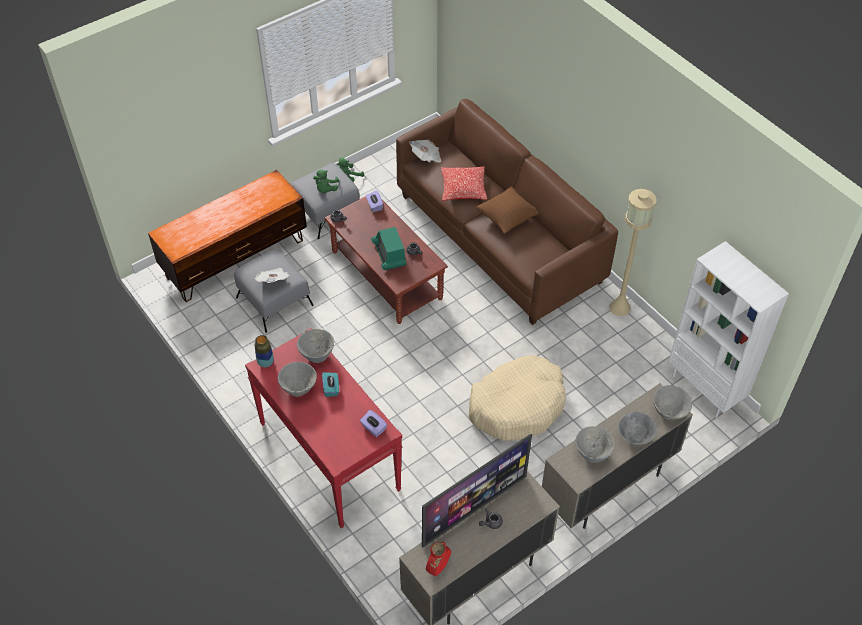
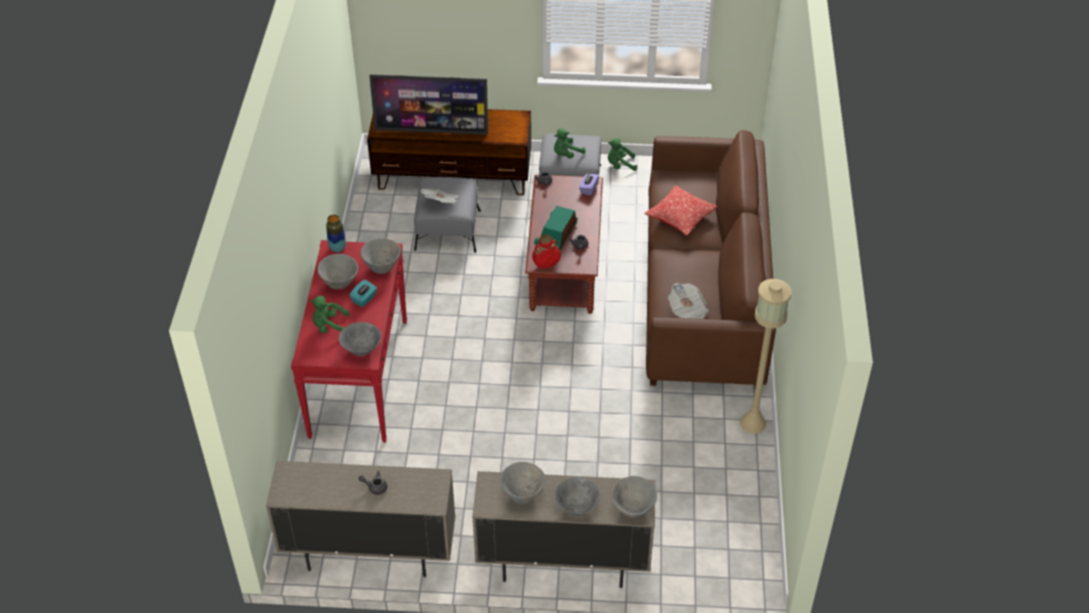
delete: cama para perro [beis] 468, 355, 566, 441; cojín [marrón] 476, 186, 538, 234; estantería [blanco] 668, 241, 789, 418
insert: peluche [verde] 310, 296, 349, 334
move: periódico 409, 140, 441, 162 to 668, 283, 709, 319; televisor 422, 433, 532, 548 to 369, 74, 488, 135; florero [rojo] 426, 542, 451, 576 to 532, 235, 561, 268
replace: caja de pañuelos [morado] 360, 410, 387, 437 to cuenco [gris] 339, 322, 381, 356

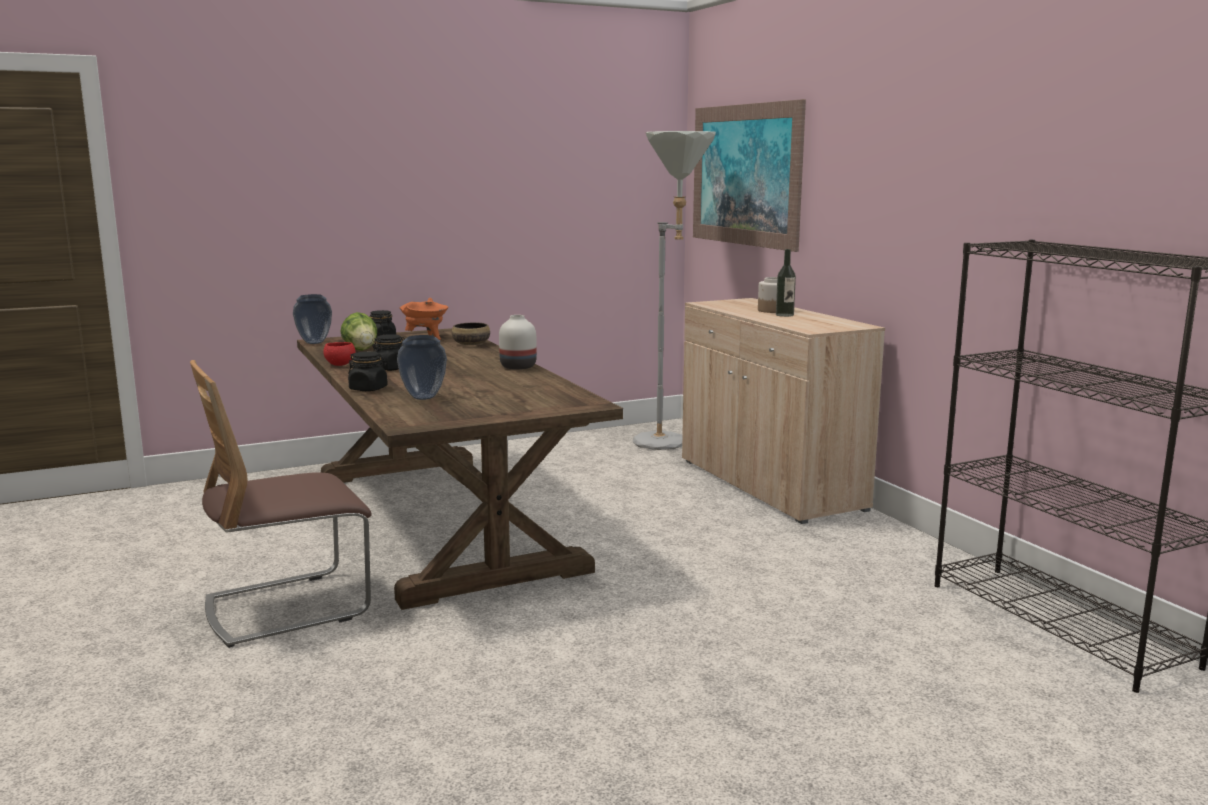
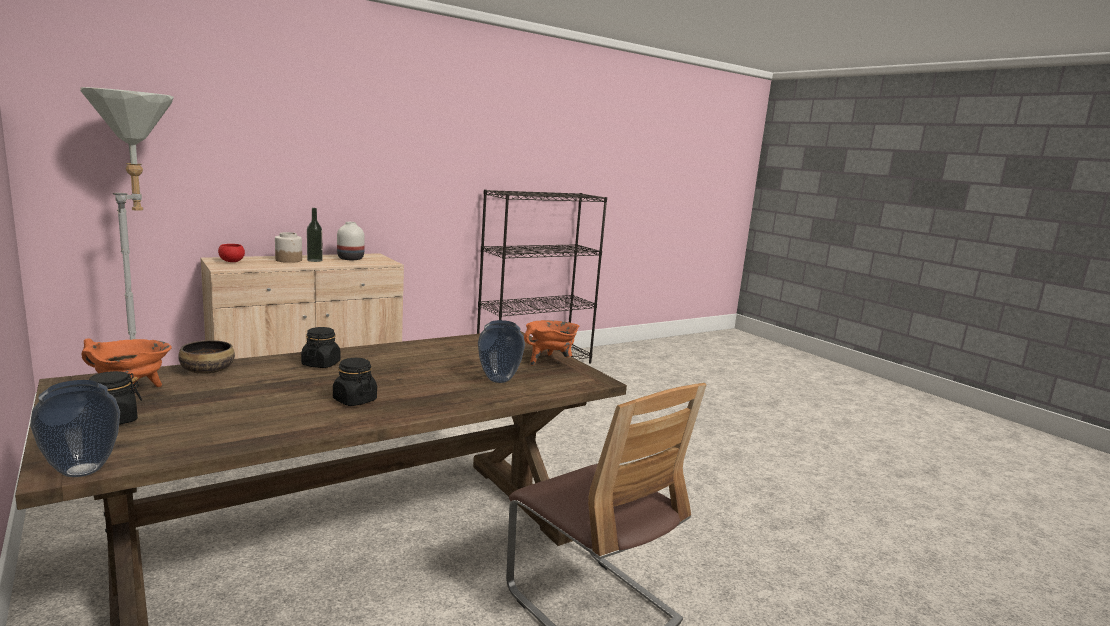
delete: lechuga 340, 312, 377, 351; cuadro 693, 99, 806, 252
insert: olla [naranja] 524, 320, 579, 366
move: cuenco [rojo] 323, 342, 355, 366 to 218, 244, 245, 262; tarro [negro] 348, 351, 387, 391 to 301, 327, 341, 368; florero [blanco] 499, 315, 537, 370 to 337, 222, 365, 260

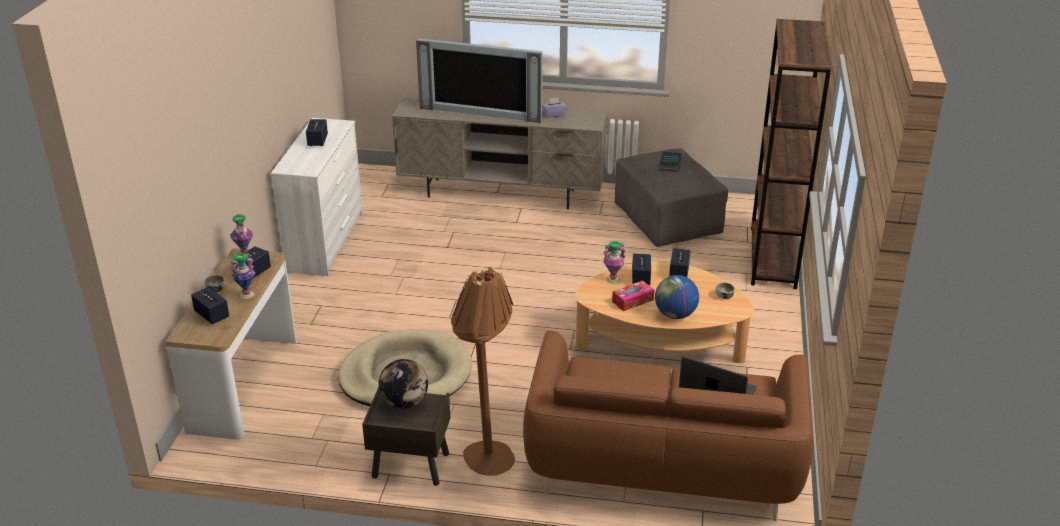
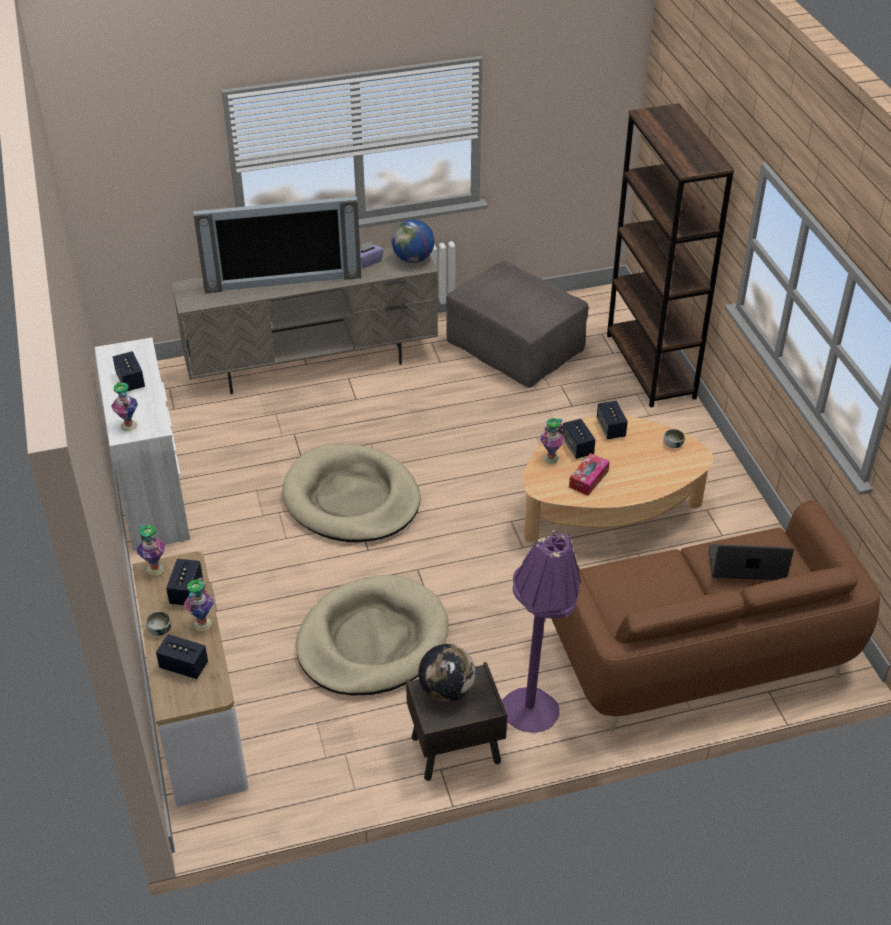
delete: libro 659, 152, 682, 172
insert: florero 111, 381, 138, 431; cama para perro [beis] 282, 444, 421, 542
move: globo terráqueo 655, 275, 699, 319 to 392, 219, 435, 263
recolor: lámpara de pie [marrón] 451, 266, 515, 476 to lámpara de pie [morado] 502, 530, 581, 733

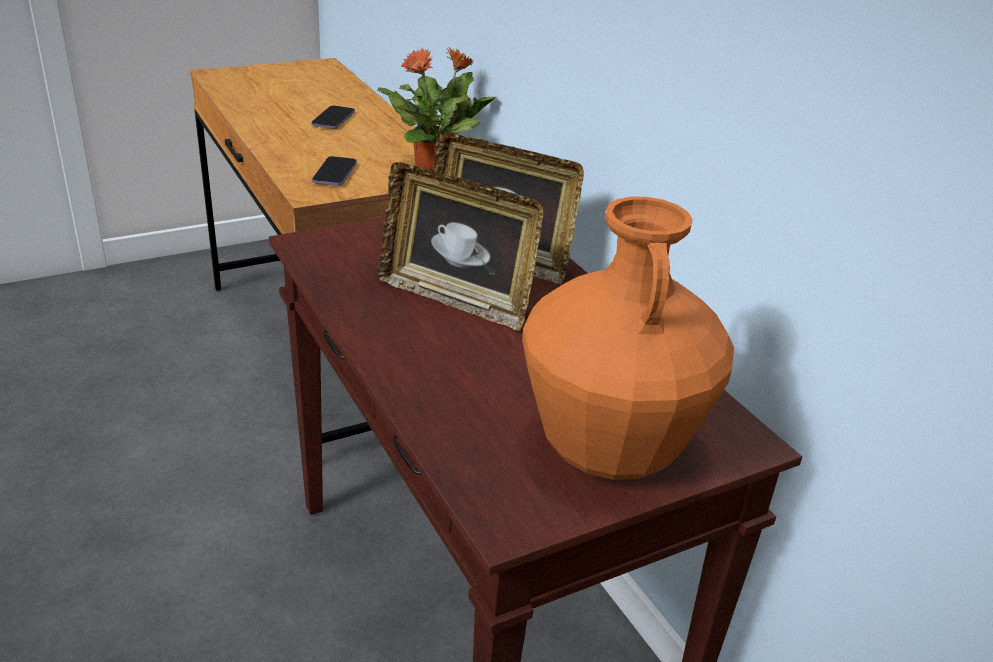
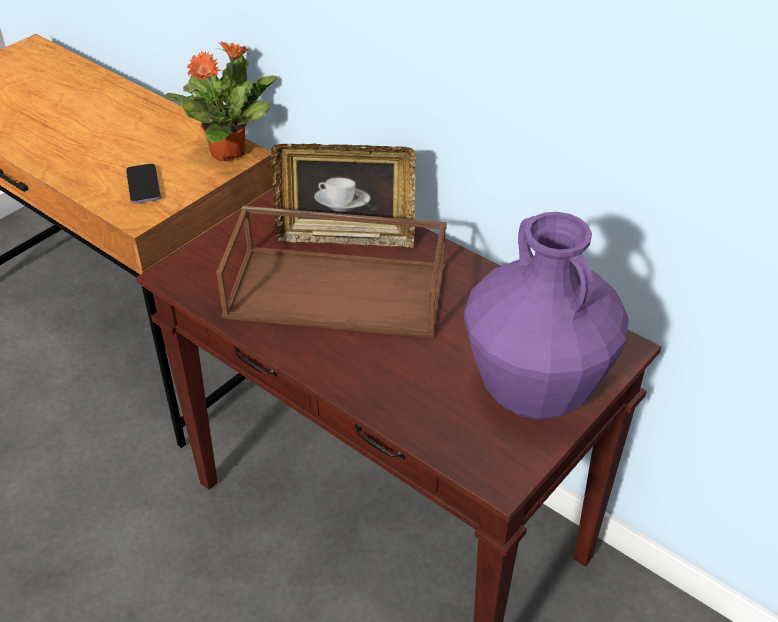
delete: móvil 311, 106, 355, 129
replace: portarretratos 378, 162, 543, 331 to bandeja [marrón] 216, 206, 447, 338
recolor: florero [naranja] 522, 197, 734, 480 to florero [morado] 464, 212, 629, 420

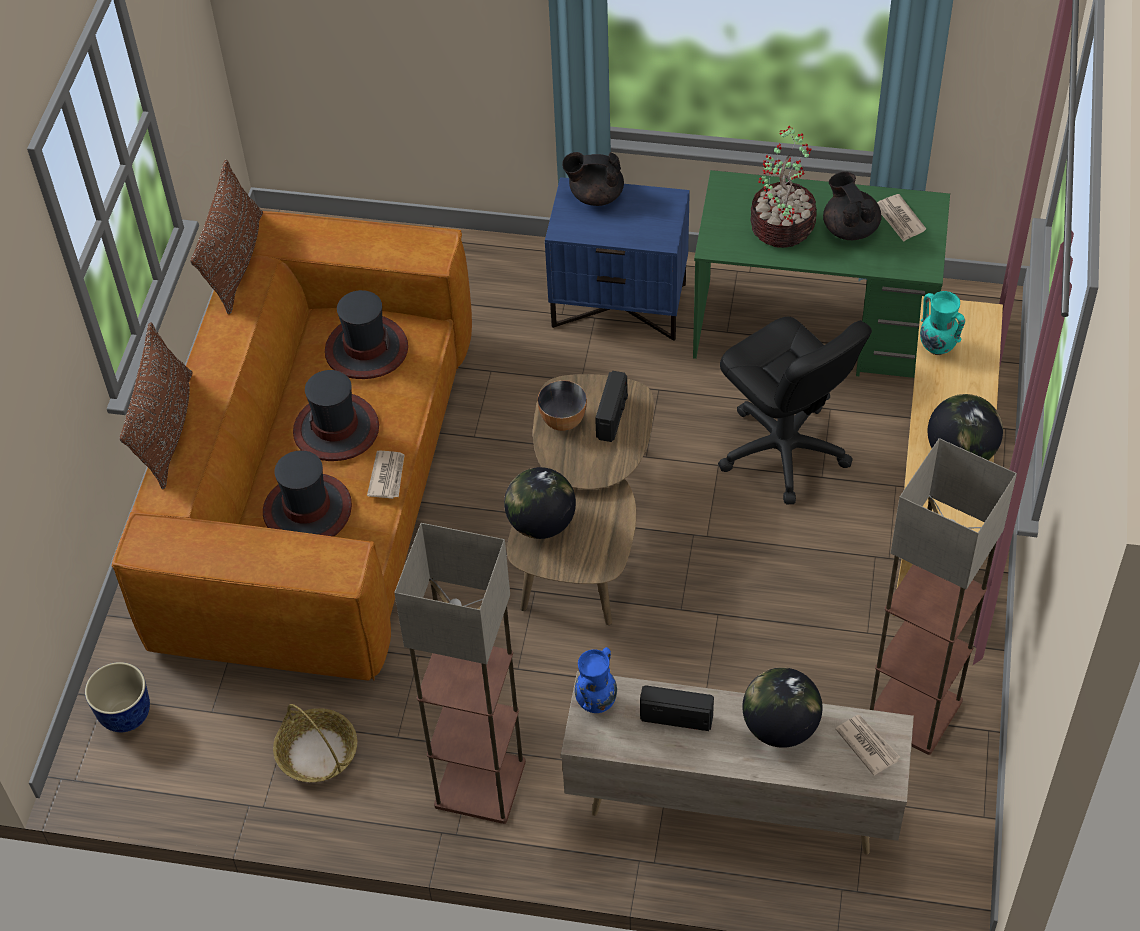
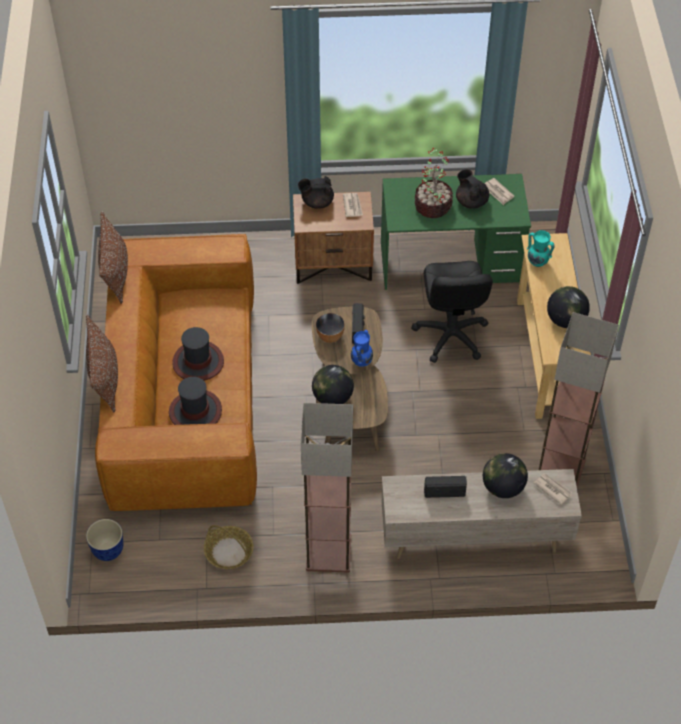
delete: sombrero 325, 290, 408, 379
move: periódico 367, 451, 405, 499 to 343, 193, 363, 217; florero [azul] 575, 647, 617, 713 to 351, 330, 373, 367
recolor: mesita de noche [azul] 545, 177, 690, 341 to mesita de noche [marrón] 293, 192, 374, 284
rotate: silla de oficina [negro] 718, 317, 872, 505 = 411, 261, 493, 363 45 degrees clockwise

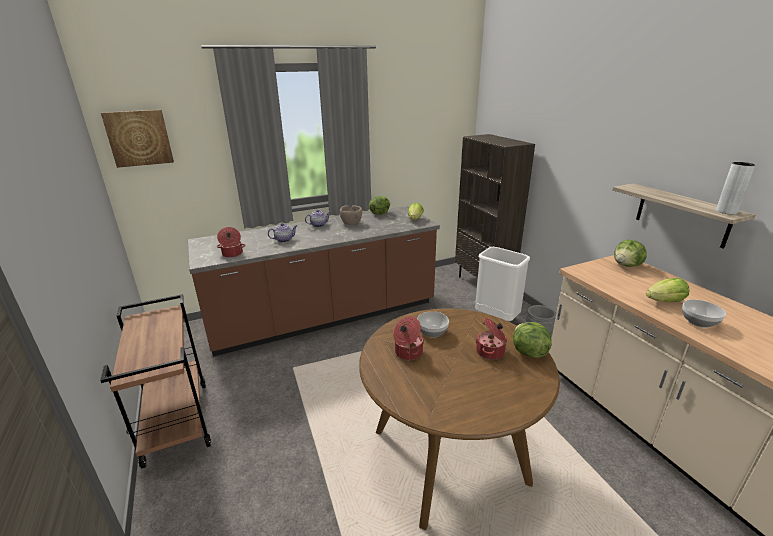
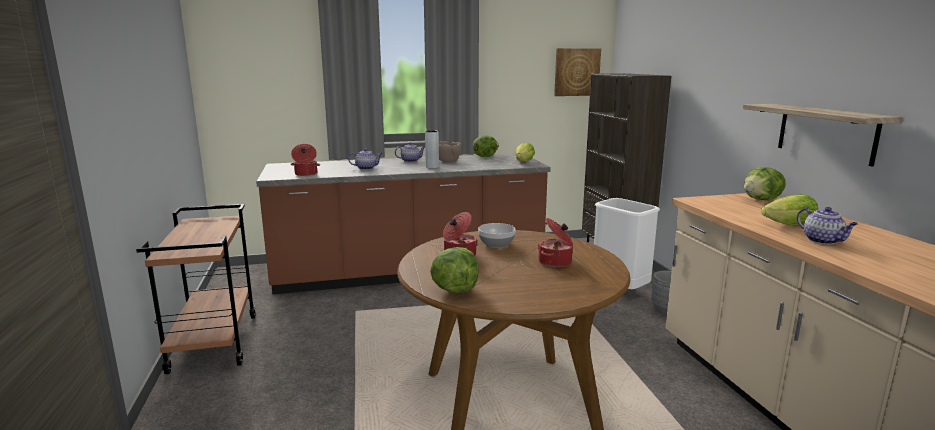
move: cuadro 101, 110, 174, 168 to 554, 48, 601, 96; lechuga 513, 322, 552, 358 to 430, 247, 479, 293; florero [gris] 716, 162, 755, 215 to 425, 130, 439, 169
replace: cuenco 682, 299, 726, 328 to tetera 797, 207, 858, 244

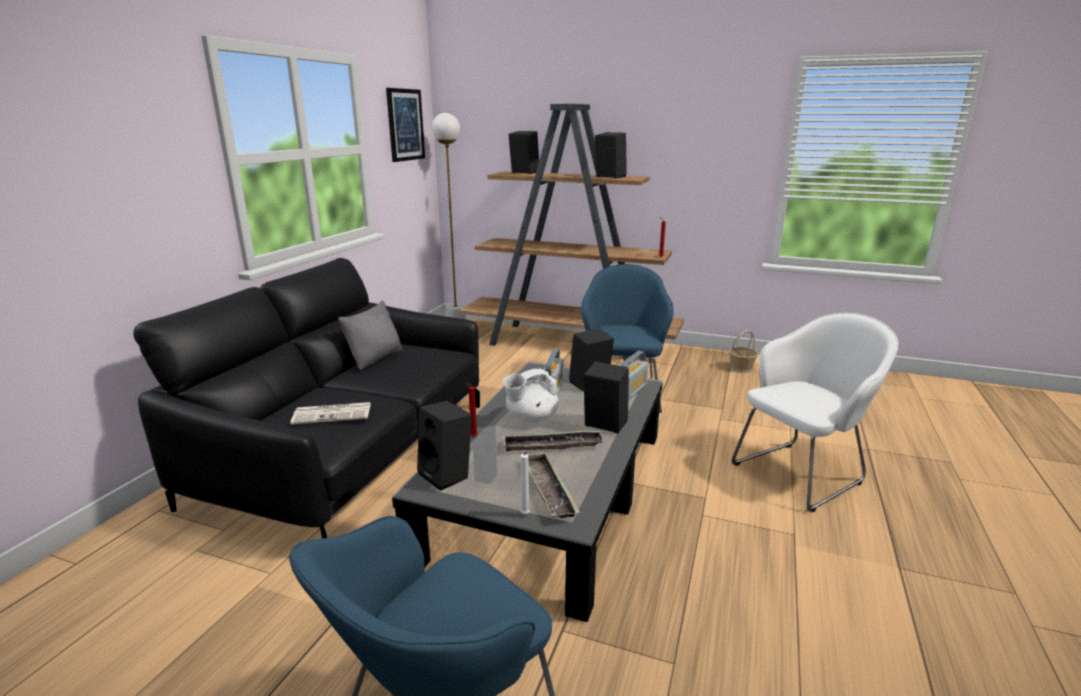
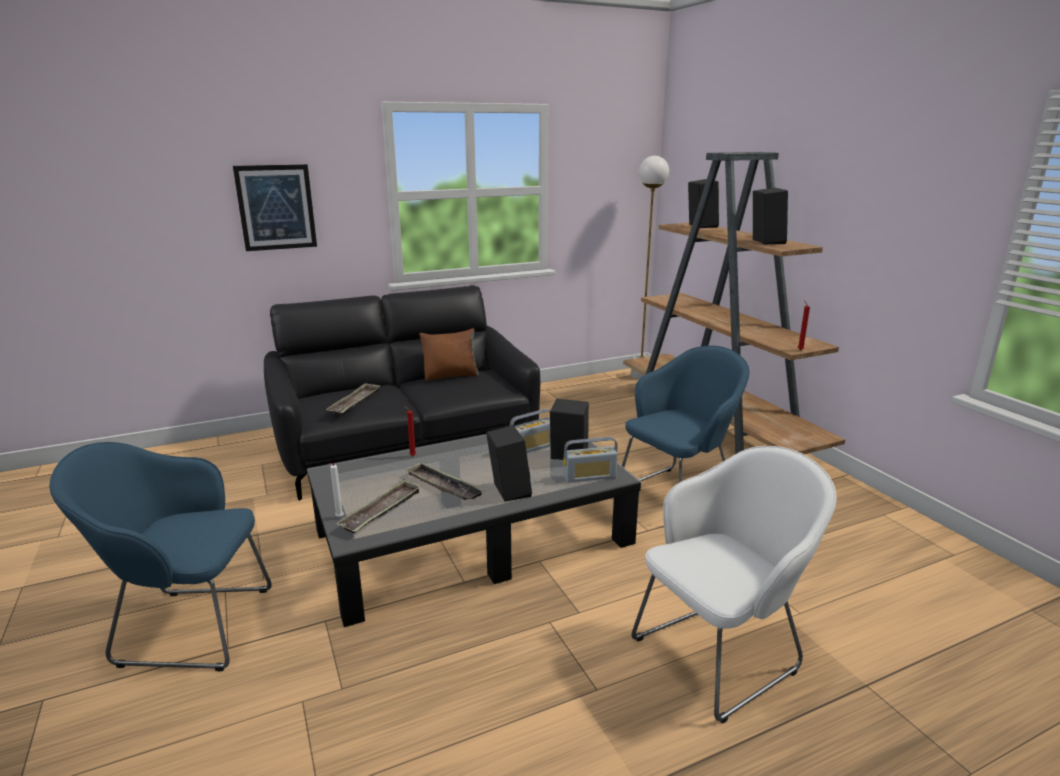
delete: altavoz [negro] 417, 401, 472, 491; tetera [blanco] 503, 368, 559, 422; cesta 729, 330, 758, 373
move: cuadro 386, 88, 425, 162 to 233, 164, 317, 251
replace: periódico 290, 402, 371, 425 to bandeja 326, 383, 381, 415
recolor: cojín [gris] 338, 301, 403, 370 to cojín [marrón] 419, 328, 479, 381
rotate: sillón [blanco] 732, 313, 898, 512 = 631, 446, 837, 723 45 degrees counterclockwise

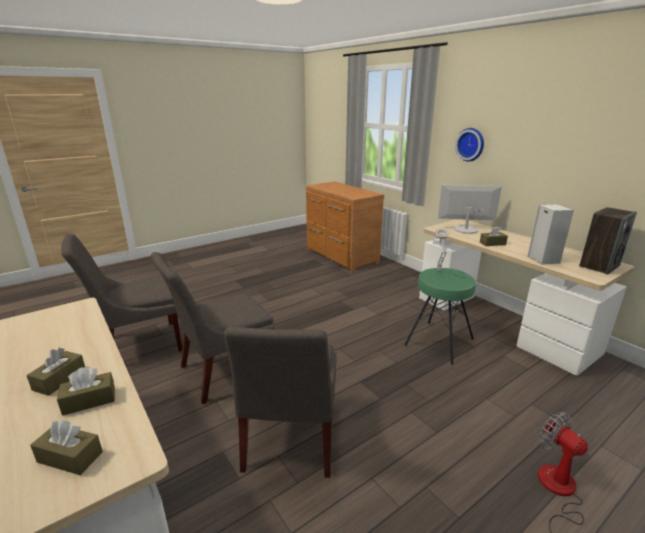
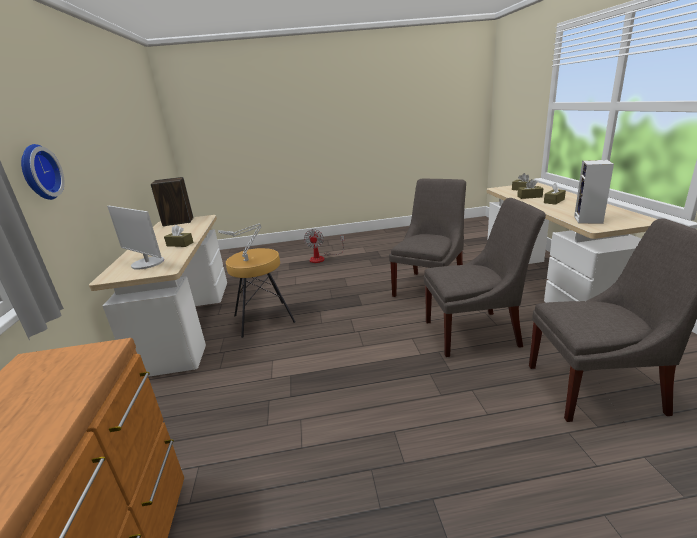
move: altavoz 528, 204, 574, 265 to 574, 160, 614, 224
recolor: taburete [verde] 404, 268, 476, 365 to taburete [marrón] 226, 248, 295, 338

